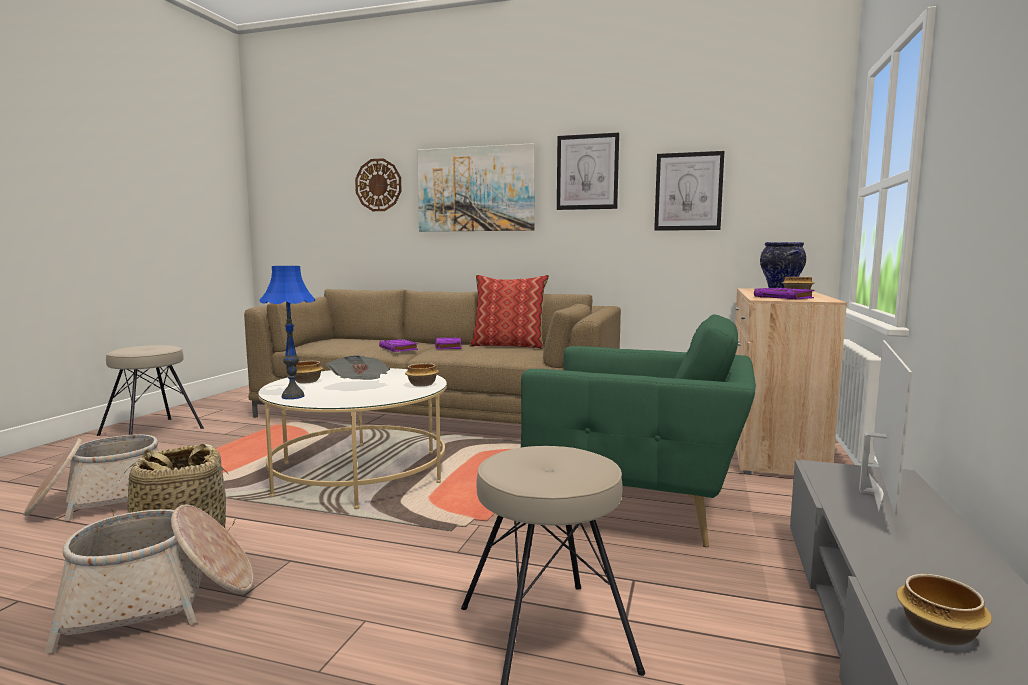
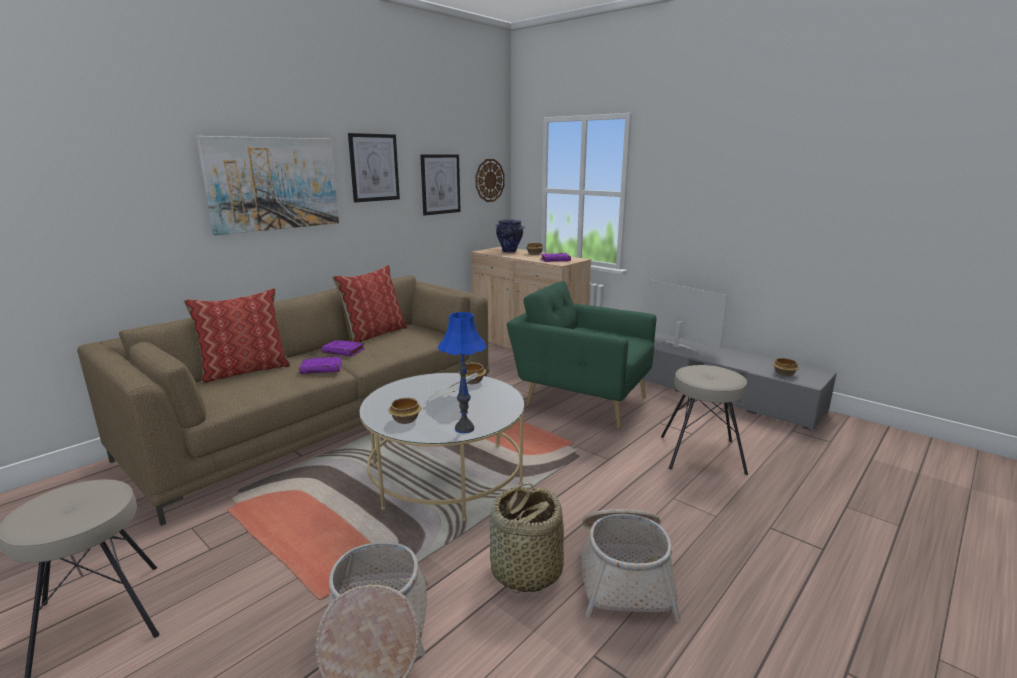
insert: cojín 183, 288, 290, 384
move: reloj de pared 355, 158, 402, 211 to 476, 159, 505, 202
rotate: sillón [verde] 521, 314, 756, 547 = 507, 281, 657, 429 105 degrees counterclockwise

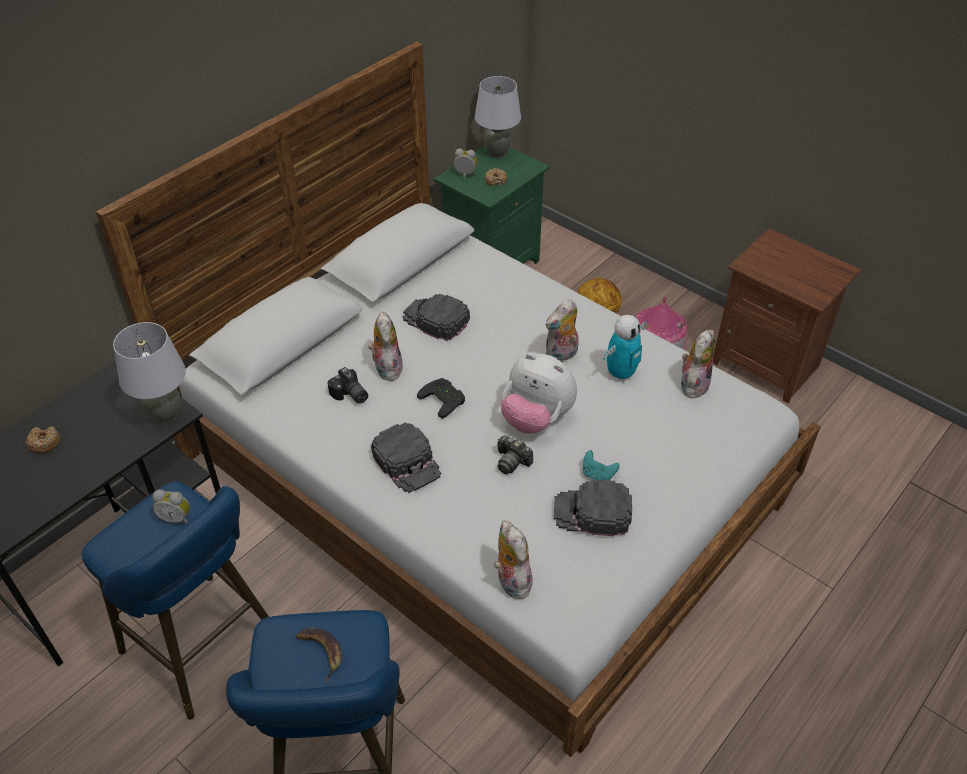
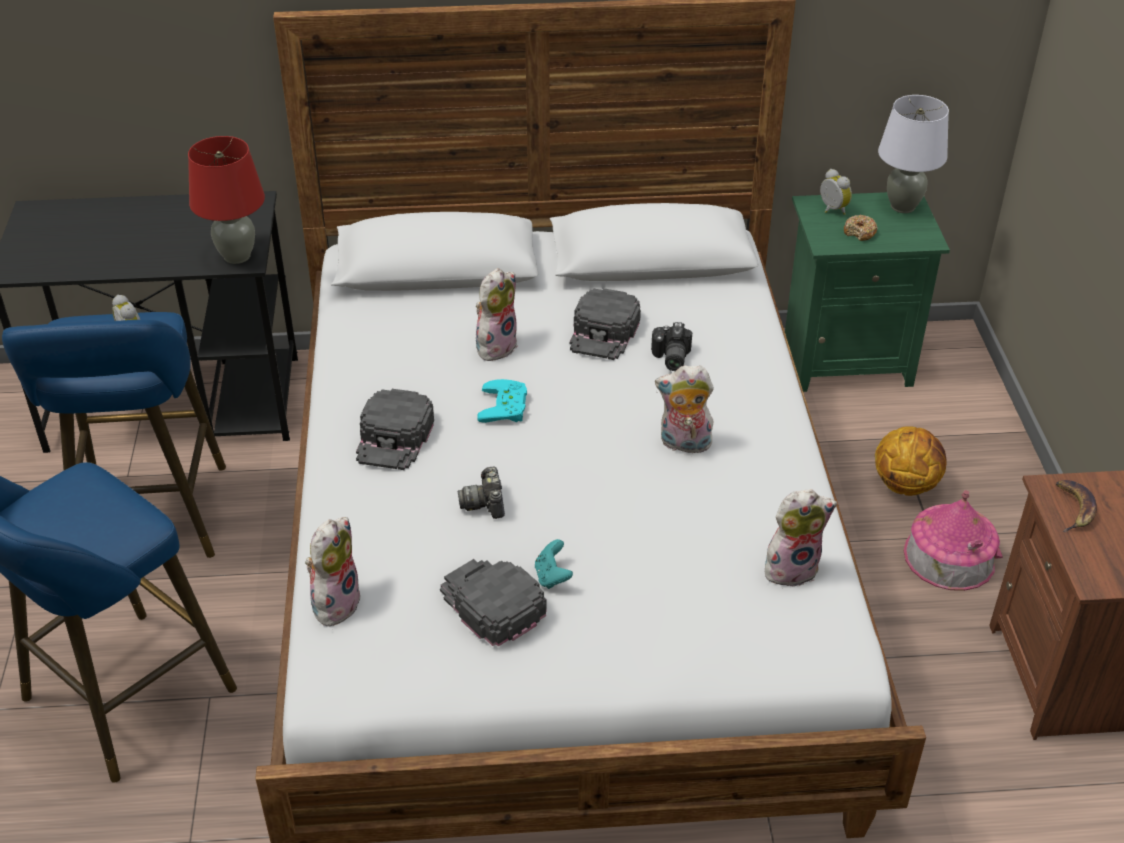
delete: rosquilla 26, 427, 60, 453; peluche 501, 353, 577, 434; robot de juguete 603, 315, 647, 382
move: plátano 295, 628, 342, 682 to 1056, 480, 1097, 532; cámara 327, 367, 368, 404 to 651, 322, 692, 371
recolor: lámpara de mesa [gris] 113, 322, 186, 424 to lámpara de mesa [rojo] 188, 136, 265, 264; mando de consola [negro] 417, 378, 465, 419 to mando de consola [turquesa] 477, 379, 527, 423
rotate: gorra [negro] 403, 294, 470, 341 = 570, 288, 641, 360 150 degrees counterclockwise

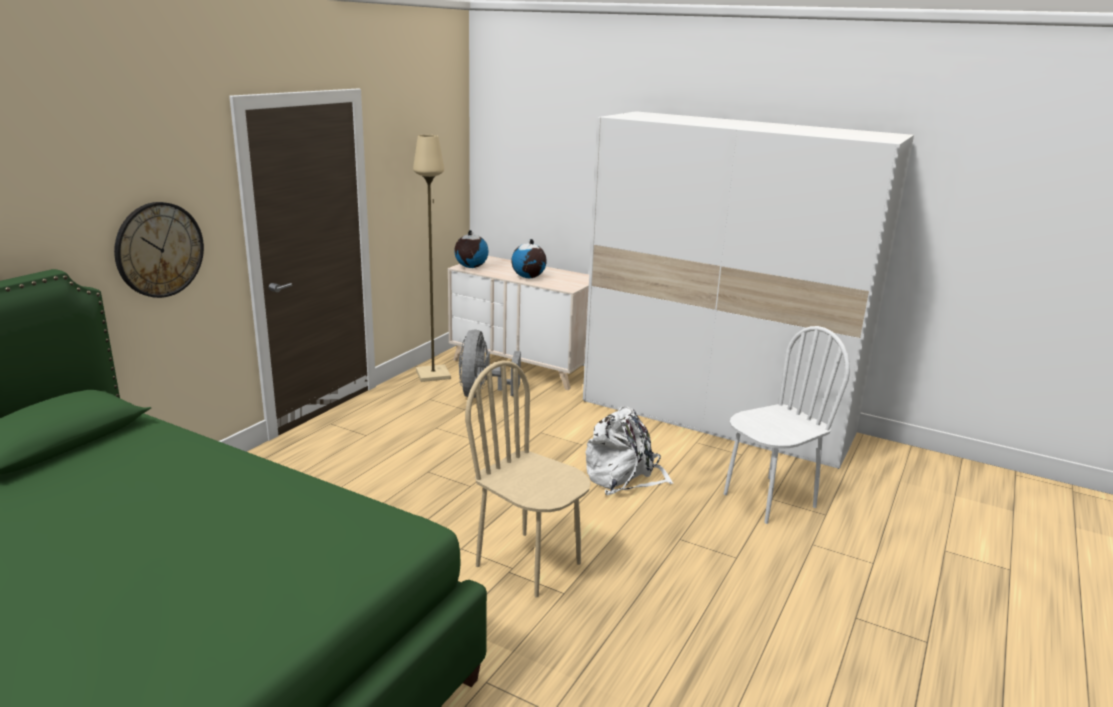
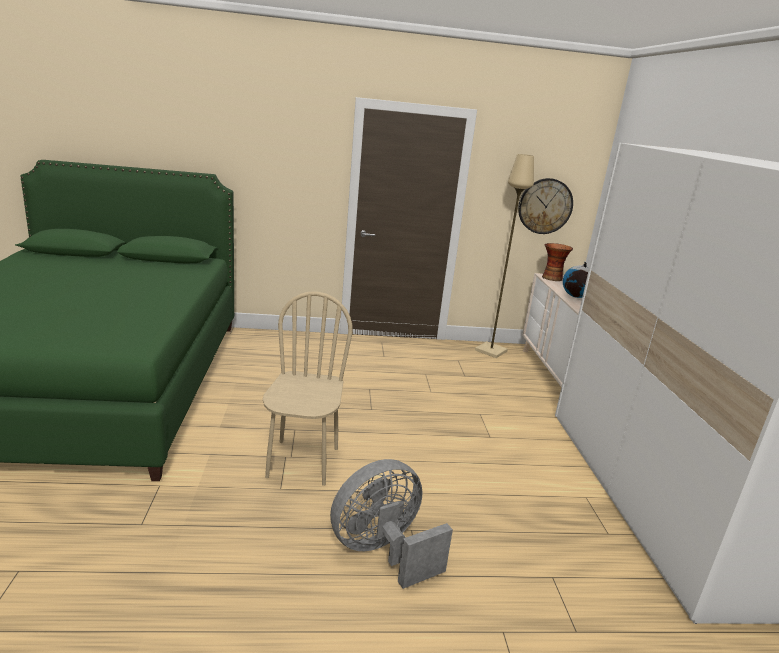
delete: mochila [blanco] 585, 406, 673, 495; silla [blanco] 724, 326, 850, 524
move: reloj de pared 114, 202, 204, 298 to 518, 178, 573, 234; ventilador [gris] 459, 329, 521, 398 to 330, 459, 453, 589
replace: globo terráqueo 454, 230, 489, 268 to florero 542, 243, 573, 281

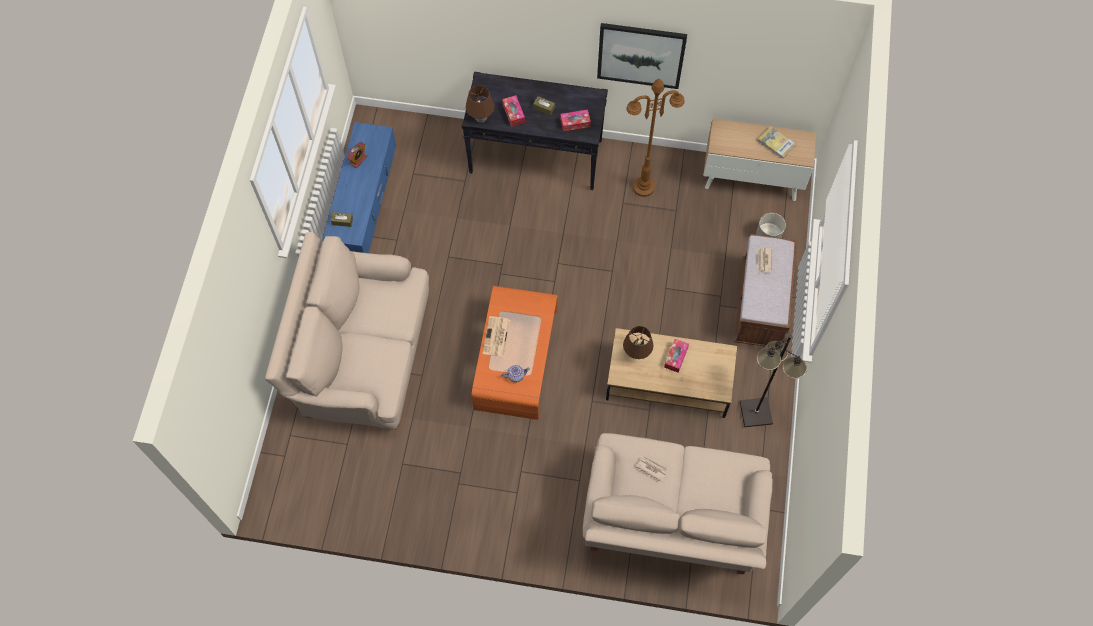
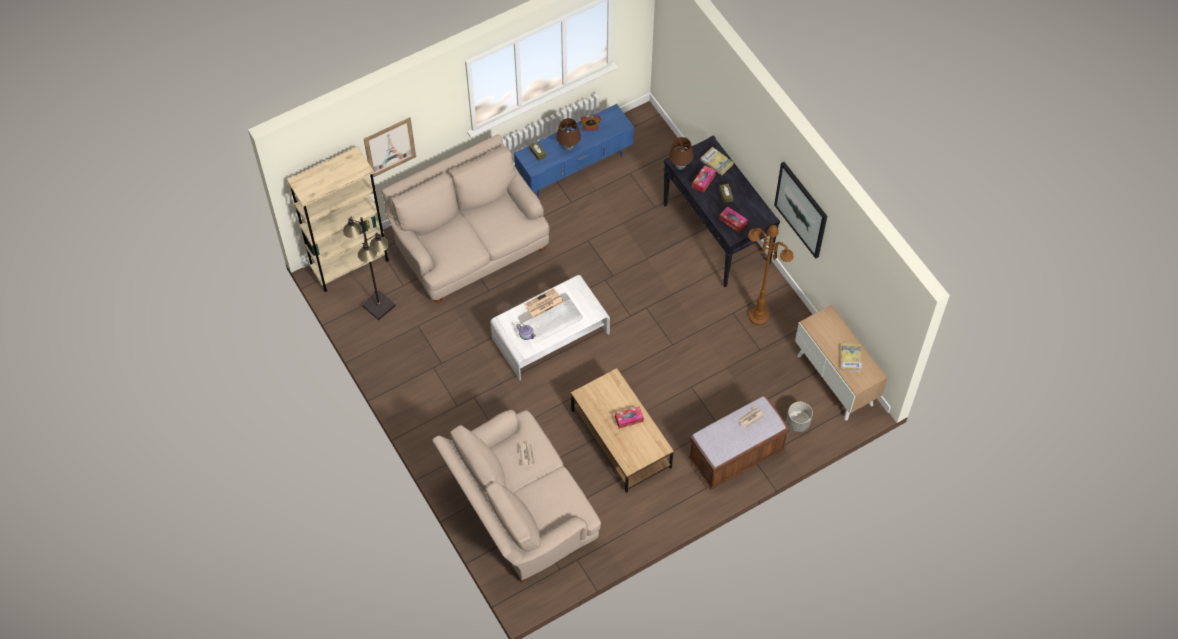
insert: estantería [beis] 287, 146, 389, 292; cuadro 364, 117, 416, 177; libro 700, 147, 734, 175
move: lámpara de mesa [marrón] 623, 326, 653, 359 to 556, 118, 581, 150; lámpara de pie [negro] 740, 335, 807, 427 to 343, 217, 396, 320
recolor: mesa de centro [naranja] 471, 286, 558, 420 to mesa de centro [blanco] 491, 275, 610, 381

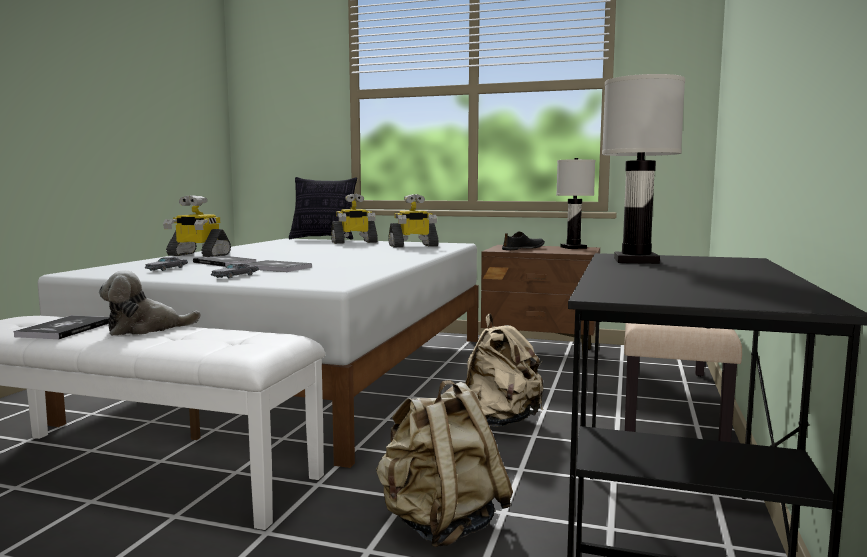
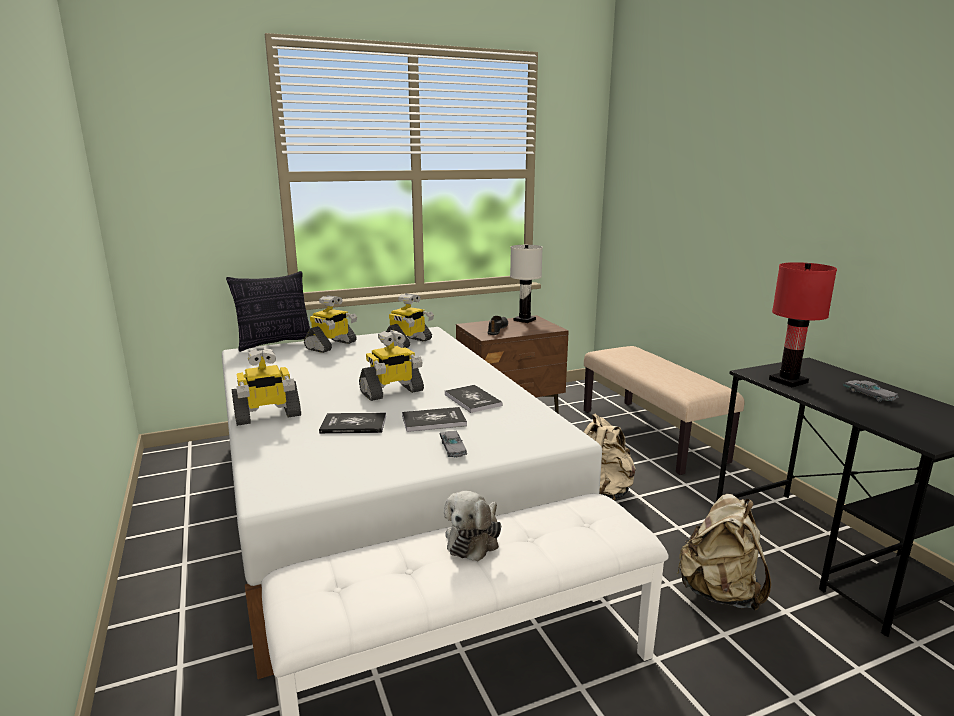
insert: robot de juguete 359, 330, 424, 401
move: libro 13, 316, 109, 339 to 445, 385, 503, 413; coche de juguete [gris] 145, 257, 188, 271 to 843, 380, 899, 402
recolor: lámpara de mesa [blanco] 602, 74, 685, 264 to lámpara de mesa [rojo] 769, 262, 837, 387

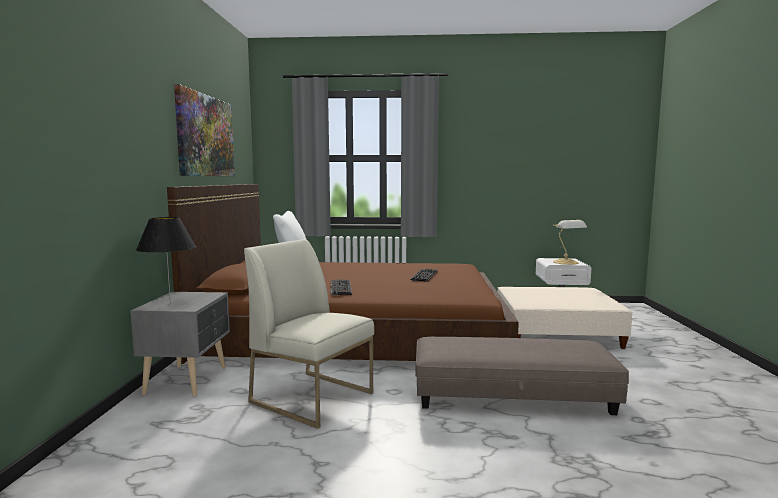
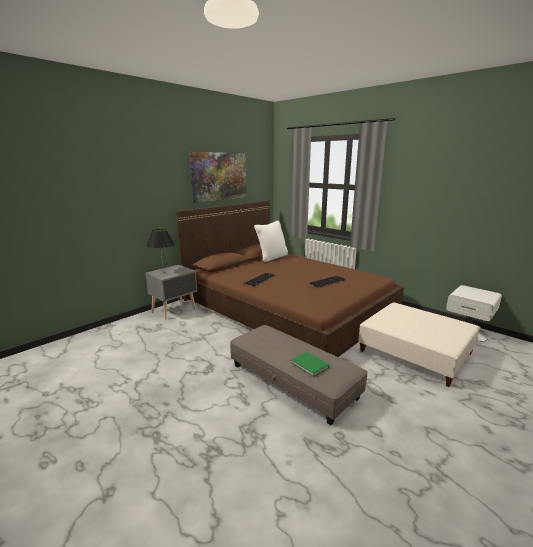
delete: silla [blanco] 244, 239, 374, 429; lámpara de mesa 553, 220, 587, 265
insert: libro [verde] 291, 352, 329, 377

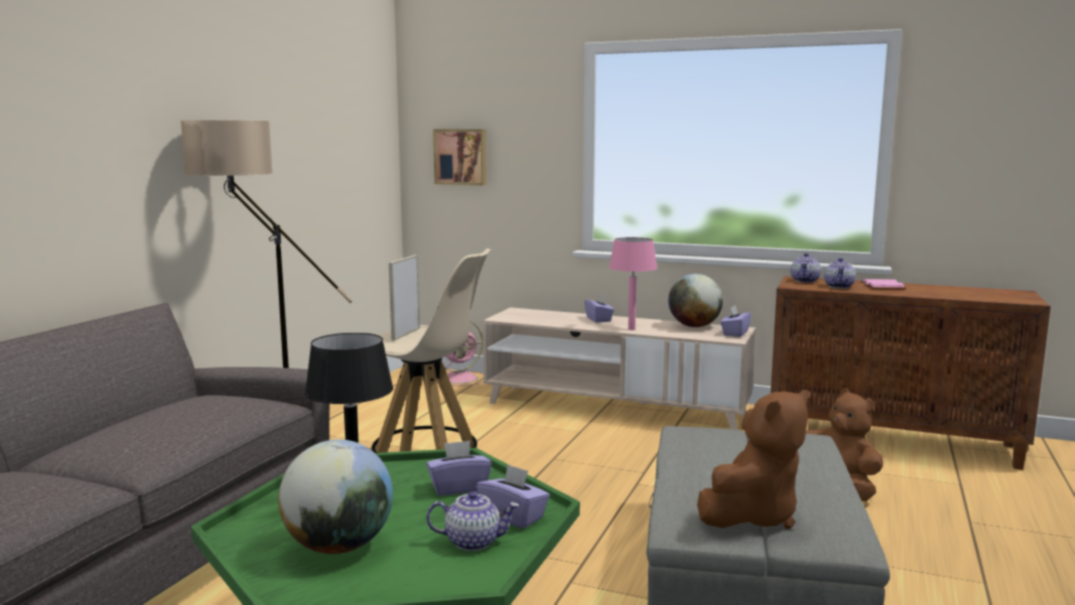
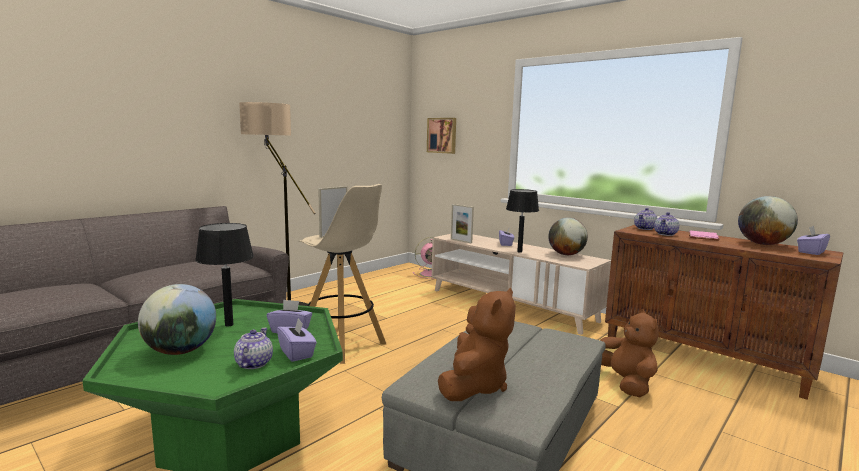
insert: portarretratos 451, 204, 474, 243; globo terráqueo 738, 196, 798, 245
move: caja de pañuelos [morado] 721, 305, 751, 337 to 797, 226, 830, 255
recolor: lámpara de mesa [rosa] 609, 237, 657, 330 to lámpara de mesa [negro] 506, 189, 539, 253
rotate: tetera 426, 491, 519, 551 = 234, 328, 273, 369 105 degrees counterclockwise; peluche [marrón] 697, 390, 808, 529 = 438, 288, 516, 401 45 degrees counterclockwise

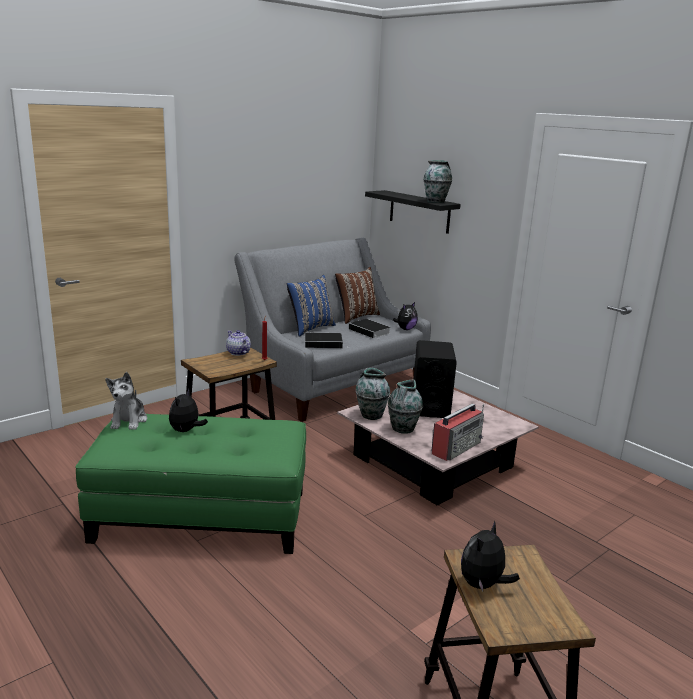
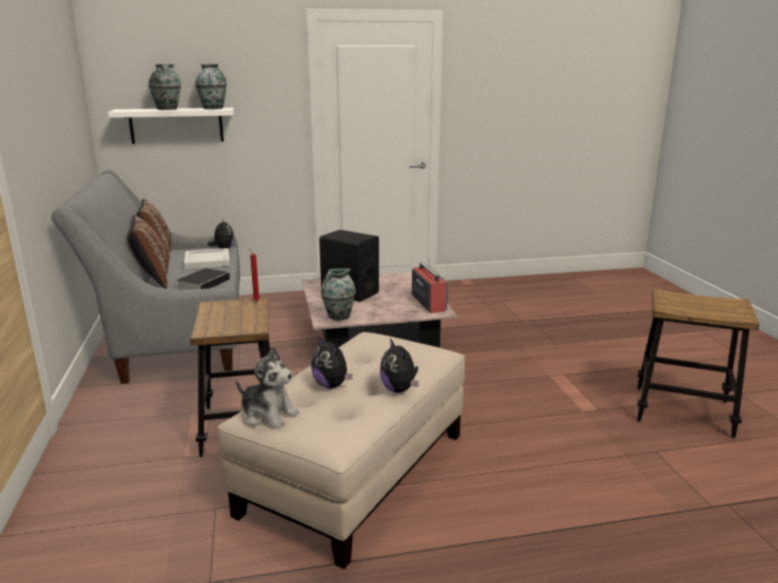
delete: tetera 226, 330, 251, 356
move: florero 388, 379, 423, 434 to 148, 64, 181, 110; peluche 461, 521, 520, 591 to 380, 338, 419, 393
replace: libro 349, 319, 391, 339 to bandeja [blanco] 184, 248, 230, 269
recolor: puf [verde] 76, 414, 306, 554 to puf [beis] 218, 332, 465, 569; cojín [azul] 287, 275, 336, 337 to cojín [marrón] 127, 215, 168, 289; estante [negro] 365, 190, 461, 234 to estante [blanco] 108, 108, 234, 144

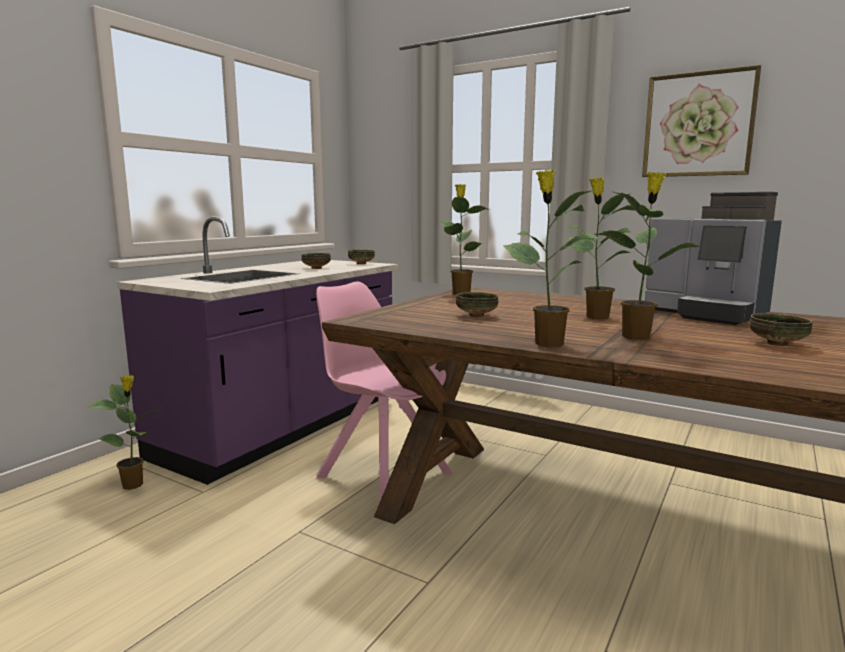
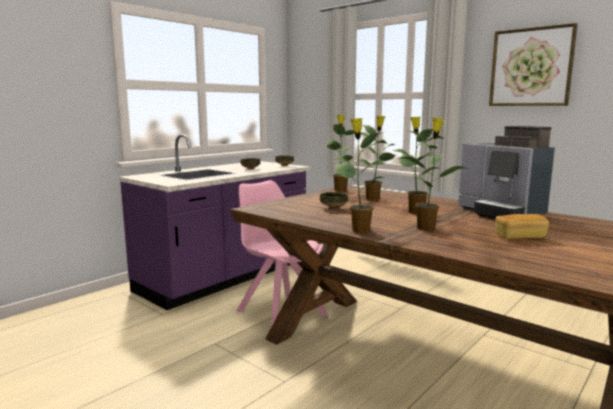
move: planta en maceta 87, 375, 158, 490 to 357, 116, 396, 201
replace: cuenco 749, 313, 813, 346 to pan 495, 214, 549, 239

